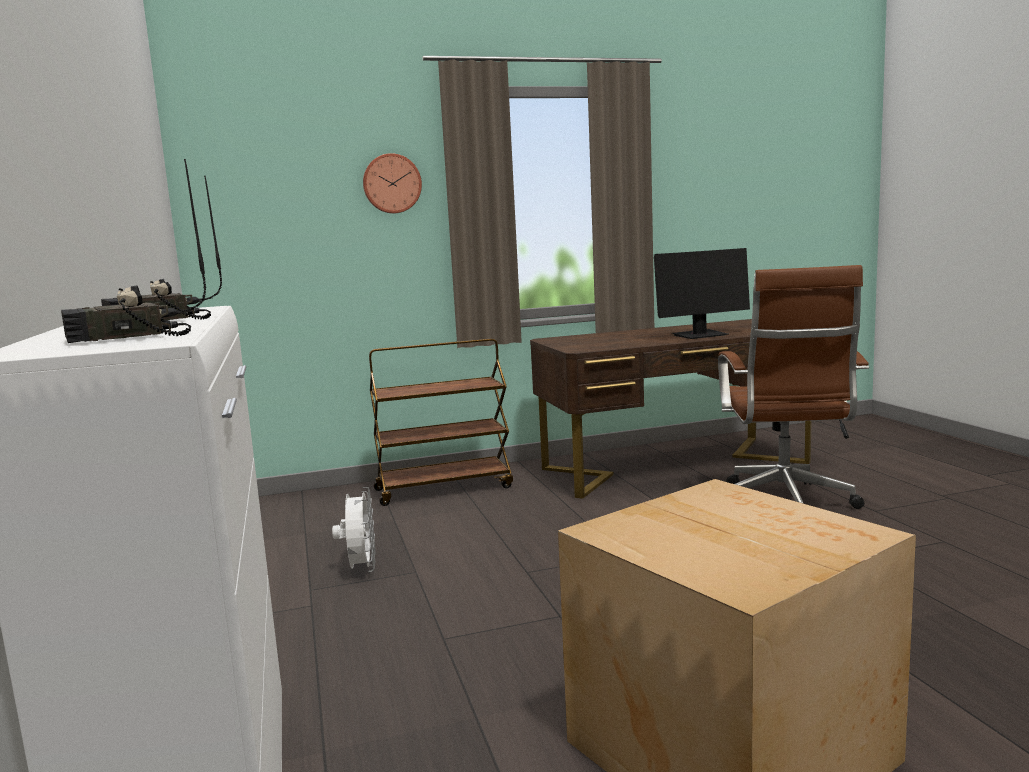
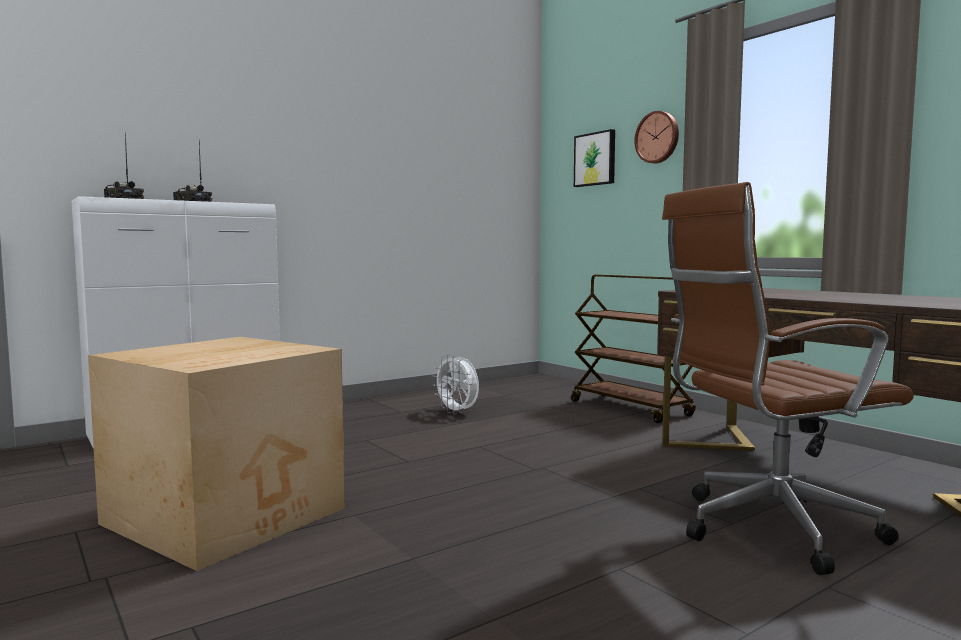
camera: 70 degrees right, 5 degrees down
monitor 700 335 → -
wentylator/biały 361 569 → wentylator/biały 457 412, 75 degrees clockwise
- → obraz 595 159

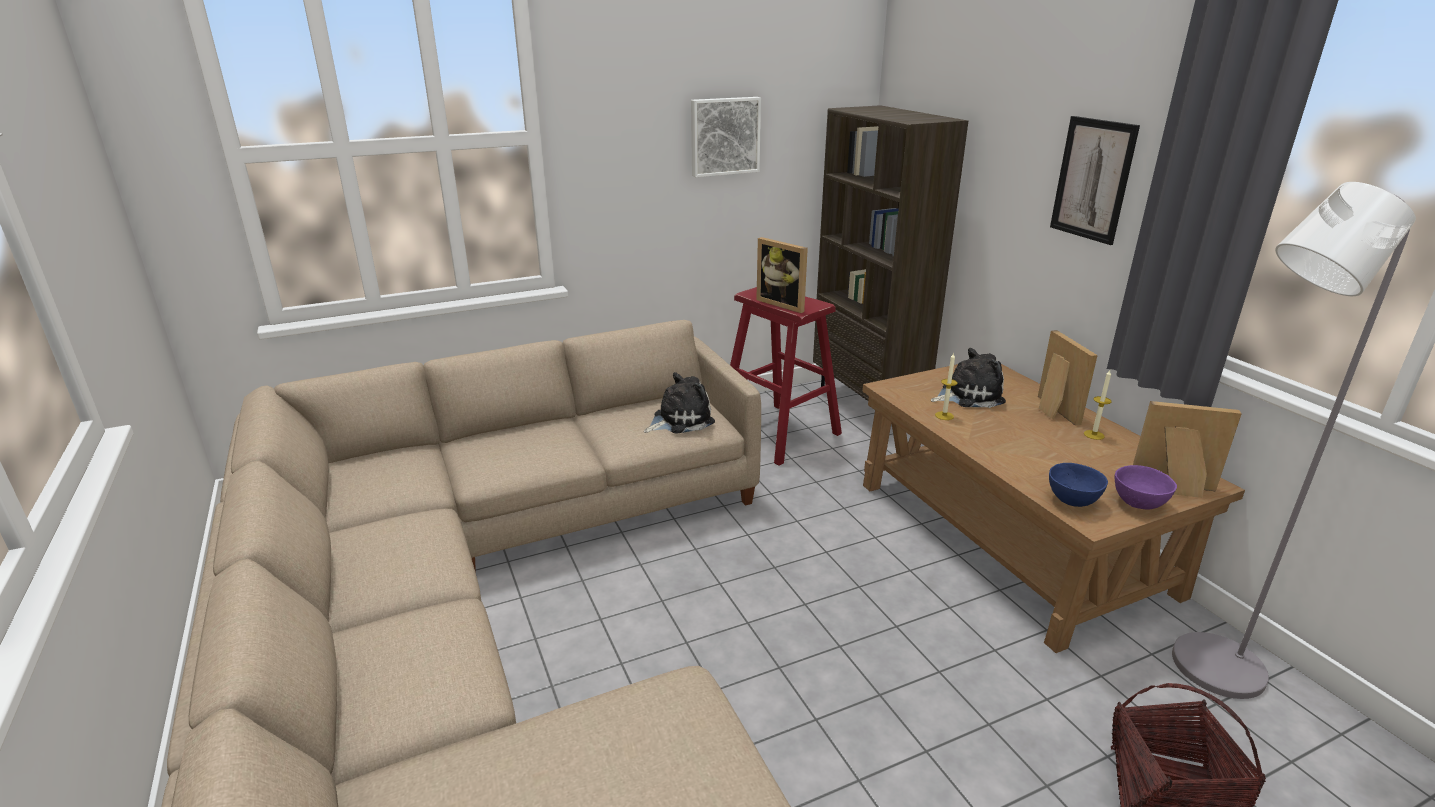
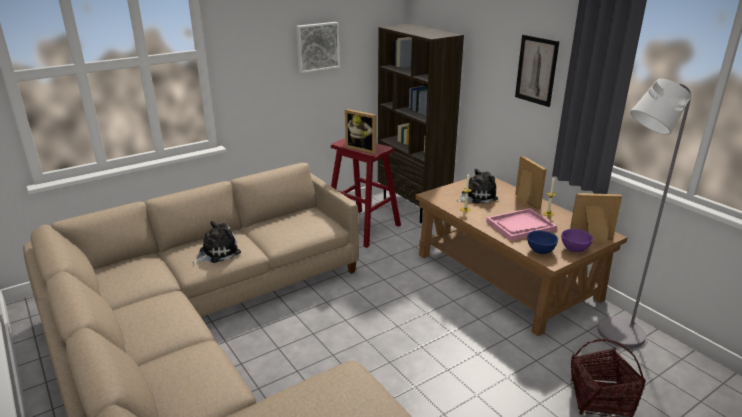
camera: 10 degrees left, 0 degrees up
pluszak 680 420 → pluszak 217 252, shifted
- → taca/różowy 520 226

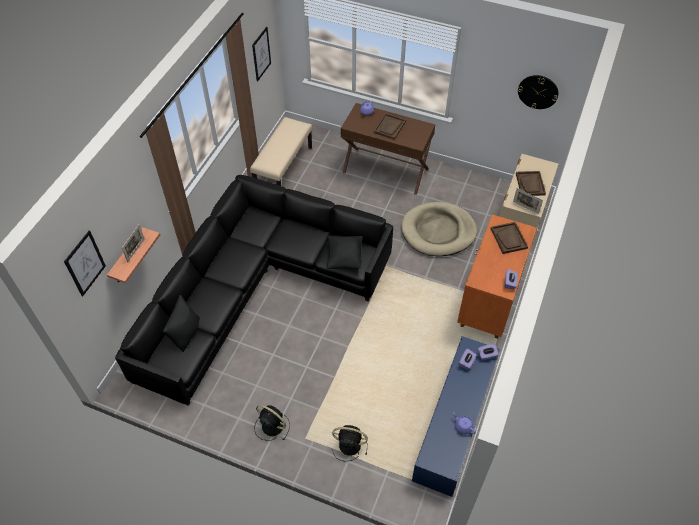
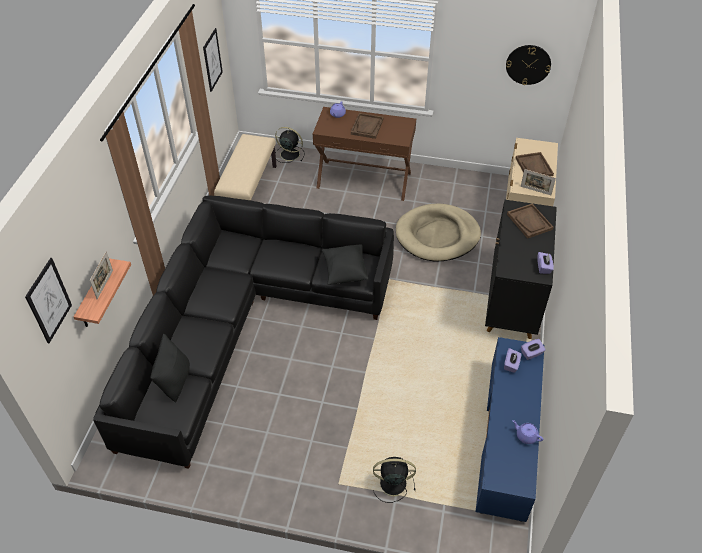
camera: 10 degrees left, 5 degrees down
szafka/pomarańczowy 488 303 → szafka/czarny 512 303
wentylator/czarny 271 425 → wentylator/czarny 289 154, shifted

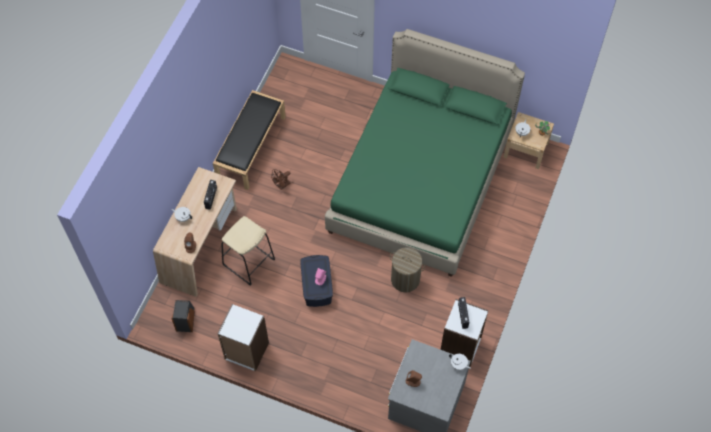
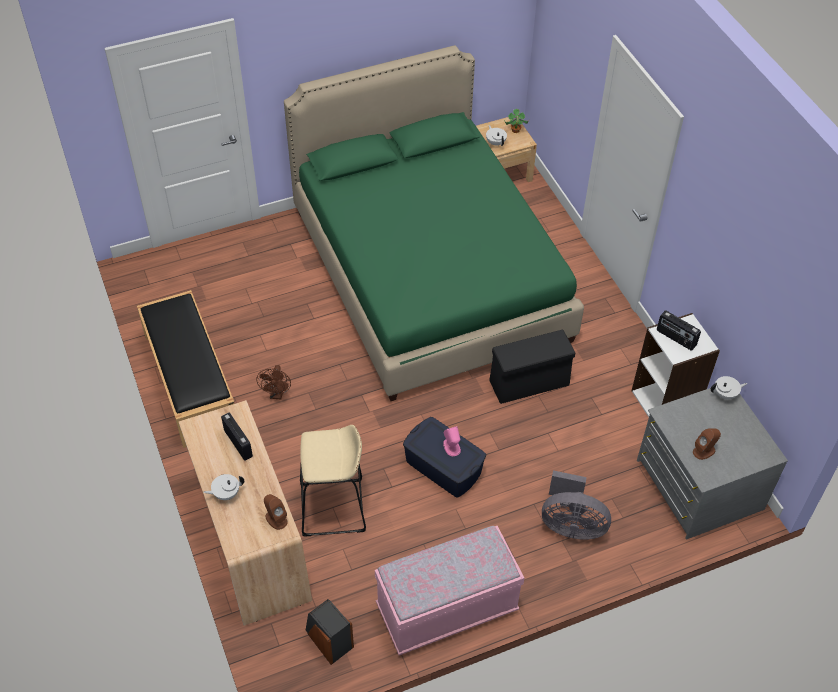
camera: 45 degrees left, 10 degrees down
kosz na pranie 405 279 → pojemnik do przechowywania/czarny 530 382
regał/biały 246 351 → ławka/różowy 447 609
- → wentylator/szary 571 525

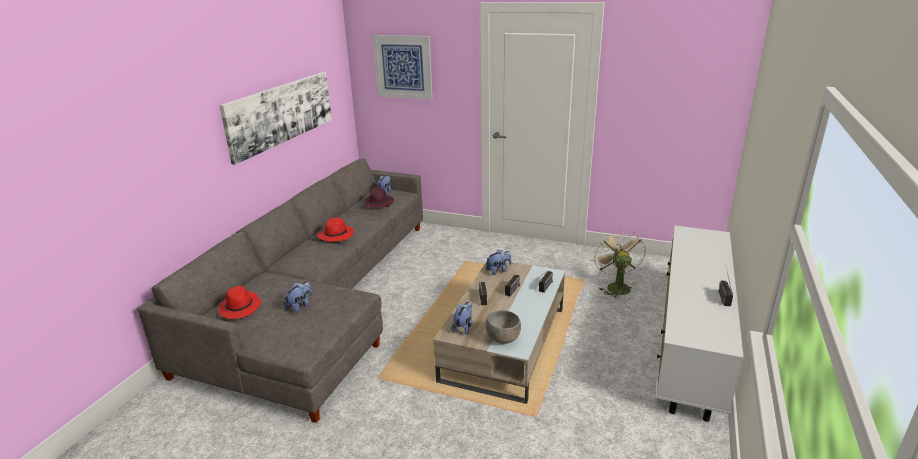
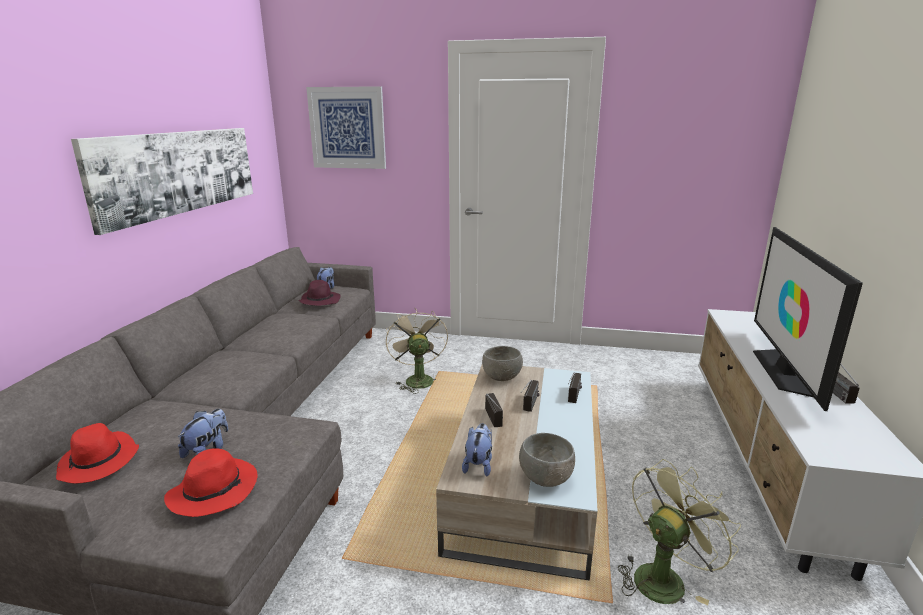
camera: 10 degrees left, 5 degrees down
kapelusz/czerwony 336 235 → kapelusz/czerwony 214 490, shifted
wentylator/beżowy 615 286 → wentylator/beżowy 417 379, shifted
pluszak 498 270 → miska/szary 502 377
- → telewizor 784 371
- → wentylator/zielony 664 577

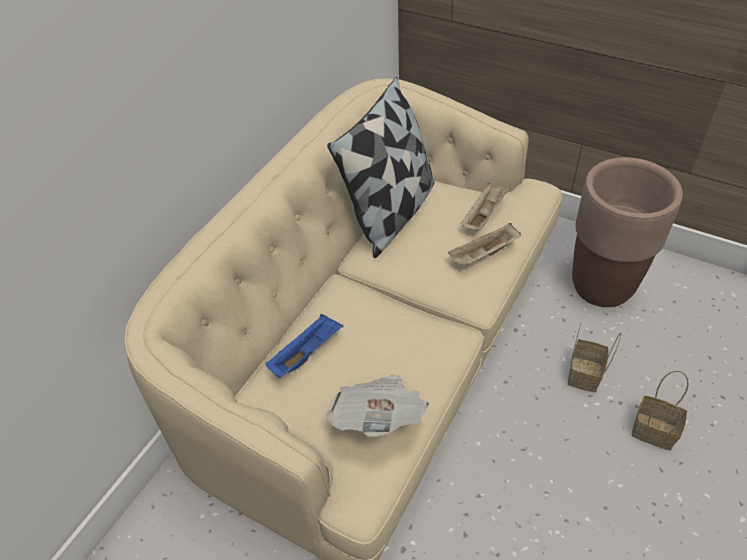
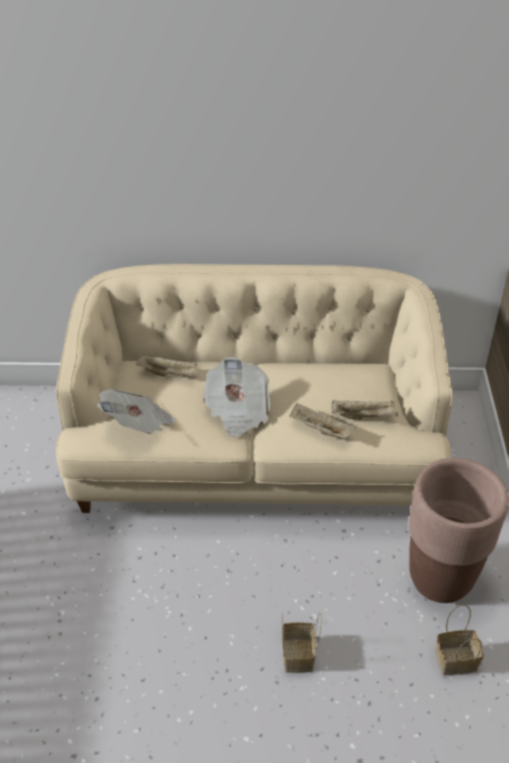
camera: 60 degrees right, 5 degrees down
poduszka 391 213 → -
taca/niebieski 306 353 → taca/beżowy 169 374
koszyk 585 375 → koszyk 454 661, shifted
- → gazeta 237 411

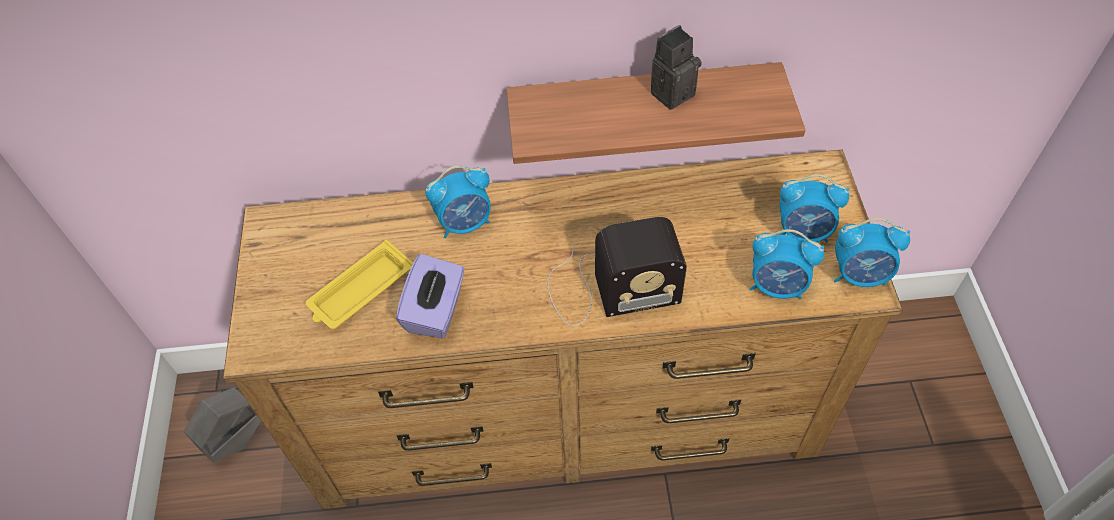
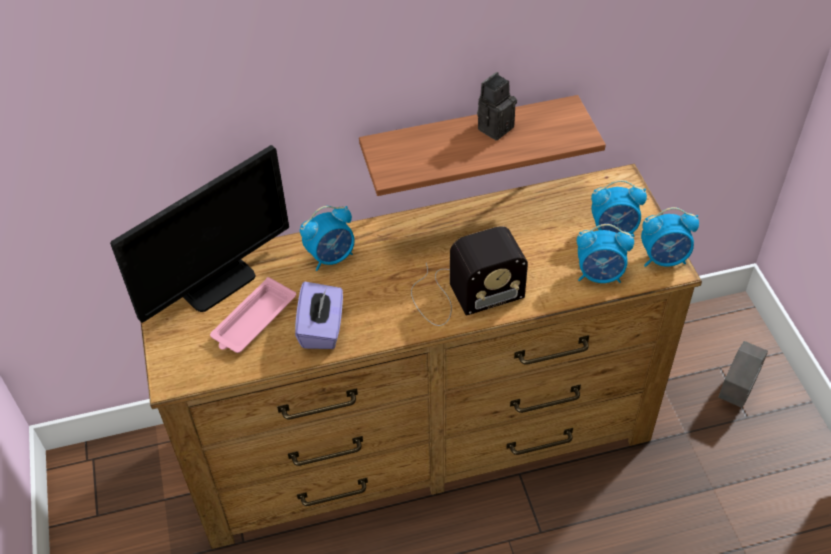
camera: 10 degrees left, 5 degrees down
taca/żółty 360 290 → taca/różowy 253 321
donica/szary 236 440 → donica/szary 736 392, shifted
- → monitor 216 282

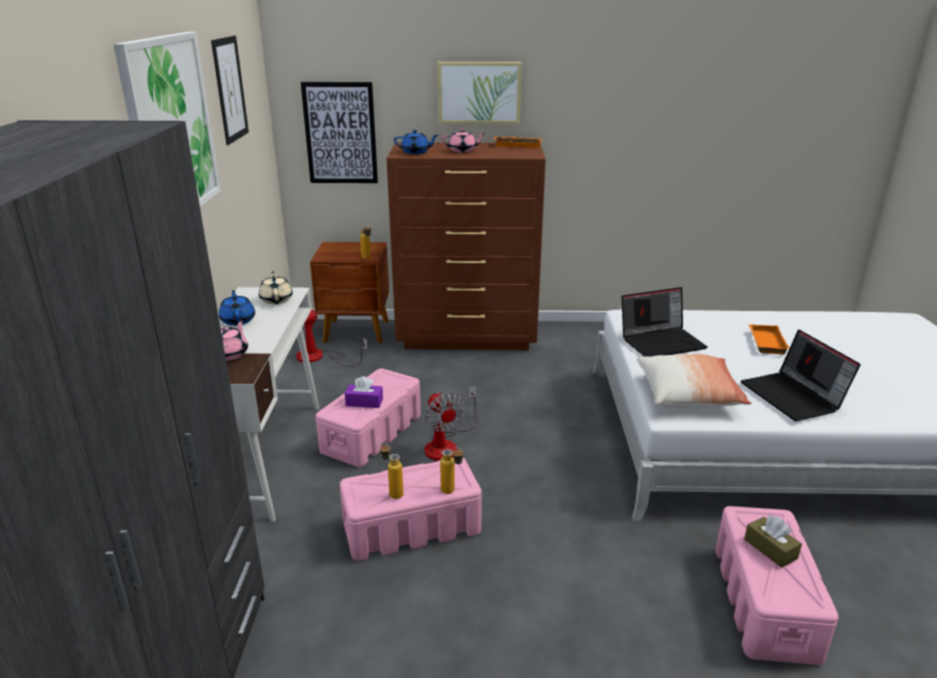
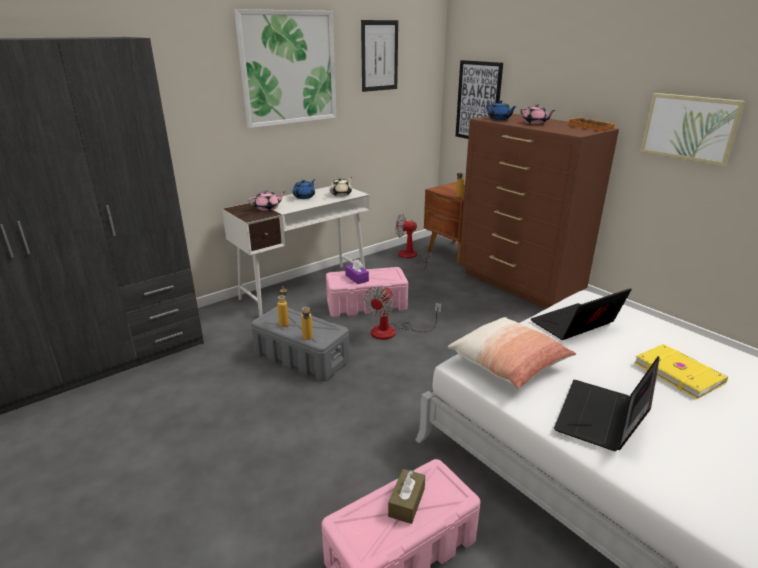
camera: 50 degrees right, 0 degrees up
obraz 479 92 → obraz 689 128, shifted
laptop 662 342 → laptop 575 326, 120 degrees clockwise
taca/pomarańczowy 765 342 → książka/żółty 678 372
pojemnik do przechowywania/różowy 410 528 → pojemnik do przechowywania/szary 301 357

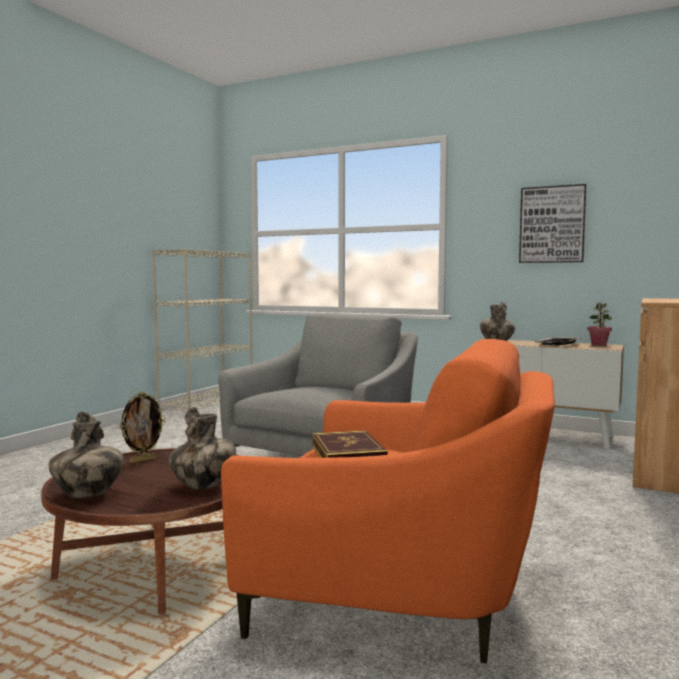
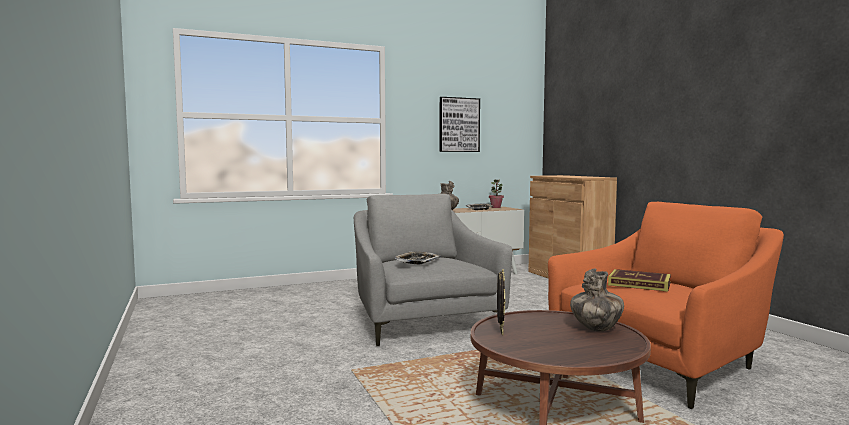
camera: 50 degrees left, 0 degrees up
regał/beżowy 208 405 → -
wazon 87 495 → -
- → taca 417 261

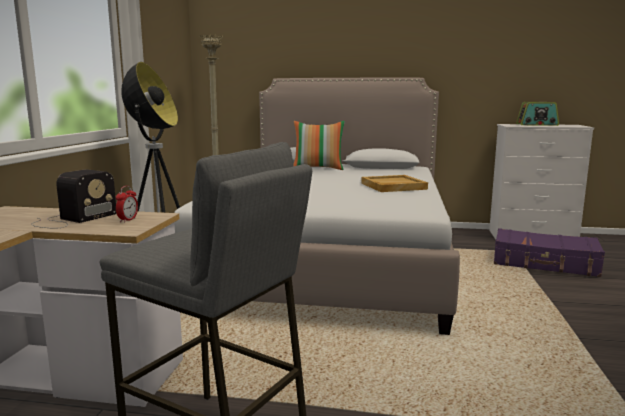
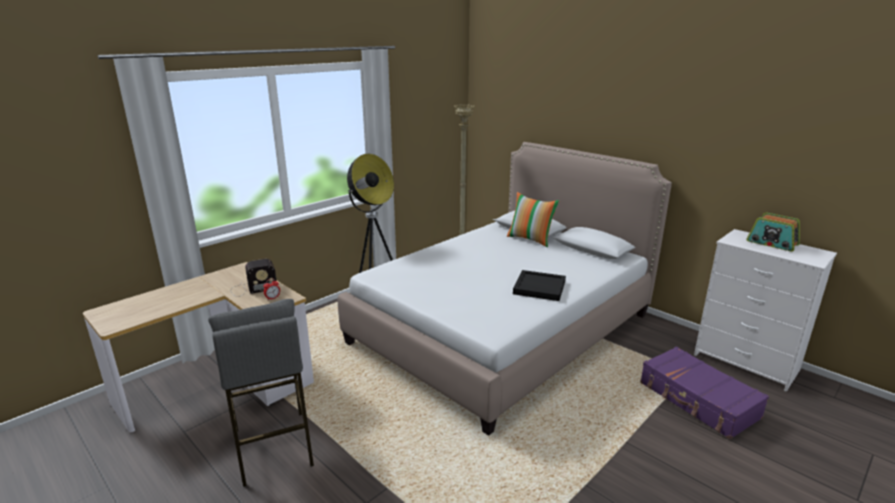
camera: 35 degrees right, 10 degrees up
taca/beżowy 393 186 → taca/czarny 539 287

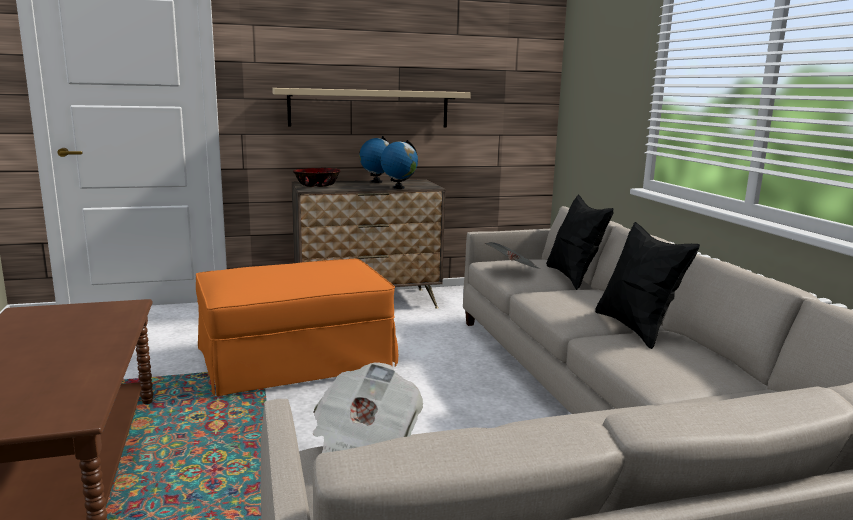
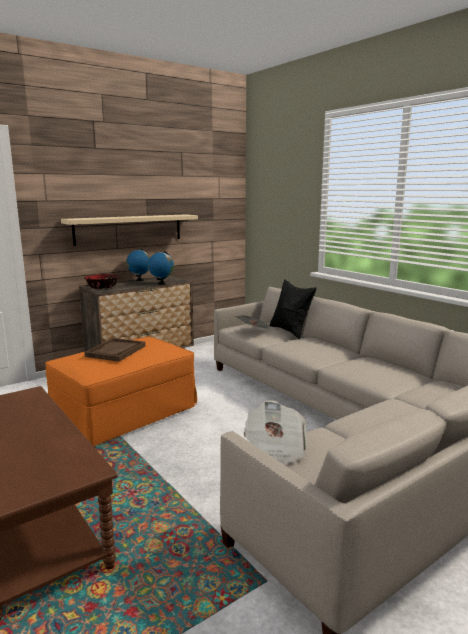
camera: 20 degrees left, 0 degrees up
poduszka/czarny 636 329 → -
- → taca/brązowy 116 351

